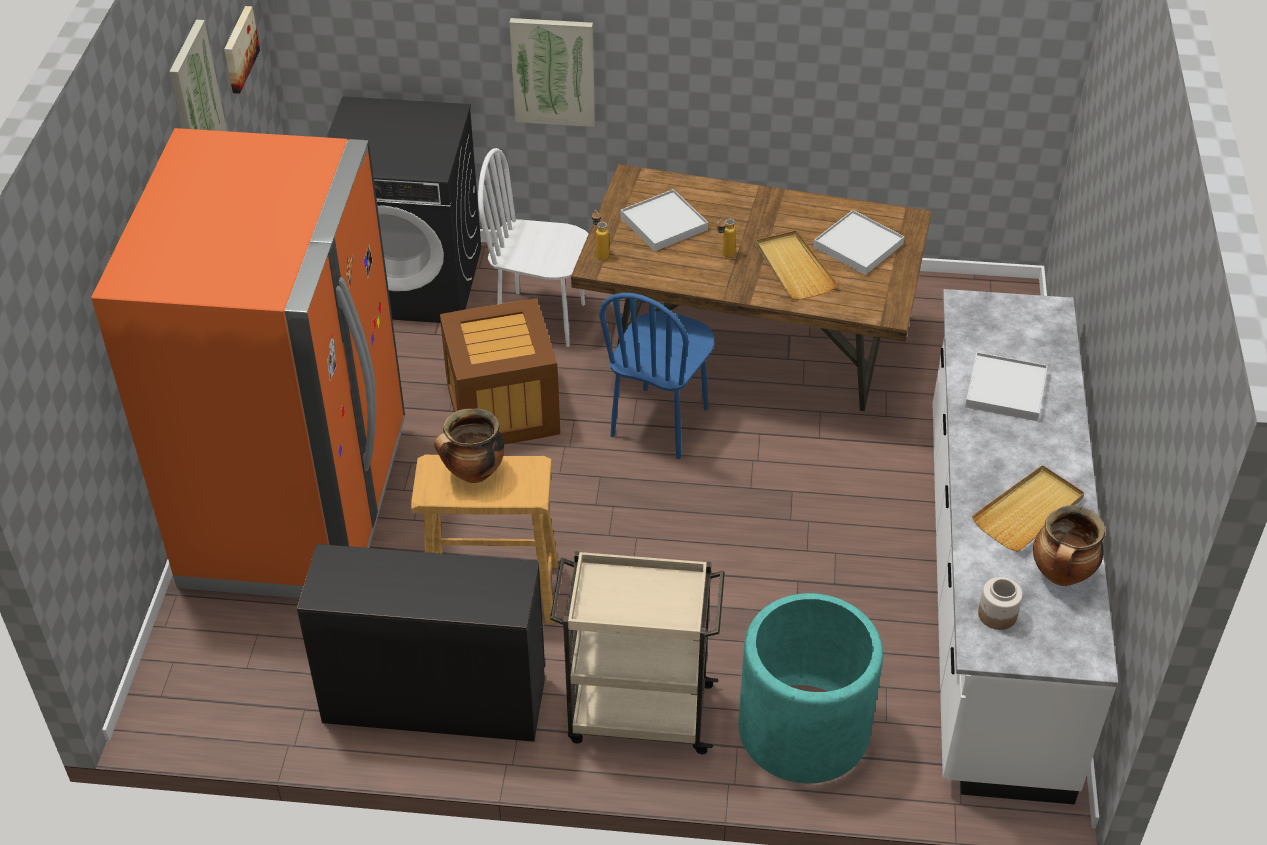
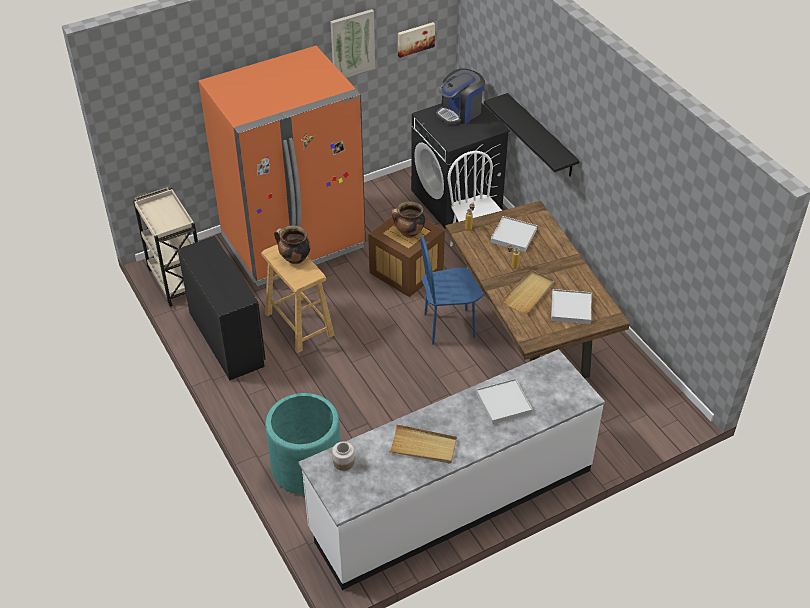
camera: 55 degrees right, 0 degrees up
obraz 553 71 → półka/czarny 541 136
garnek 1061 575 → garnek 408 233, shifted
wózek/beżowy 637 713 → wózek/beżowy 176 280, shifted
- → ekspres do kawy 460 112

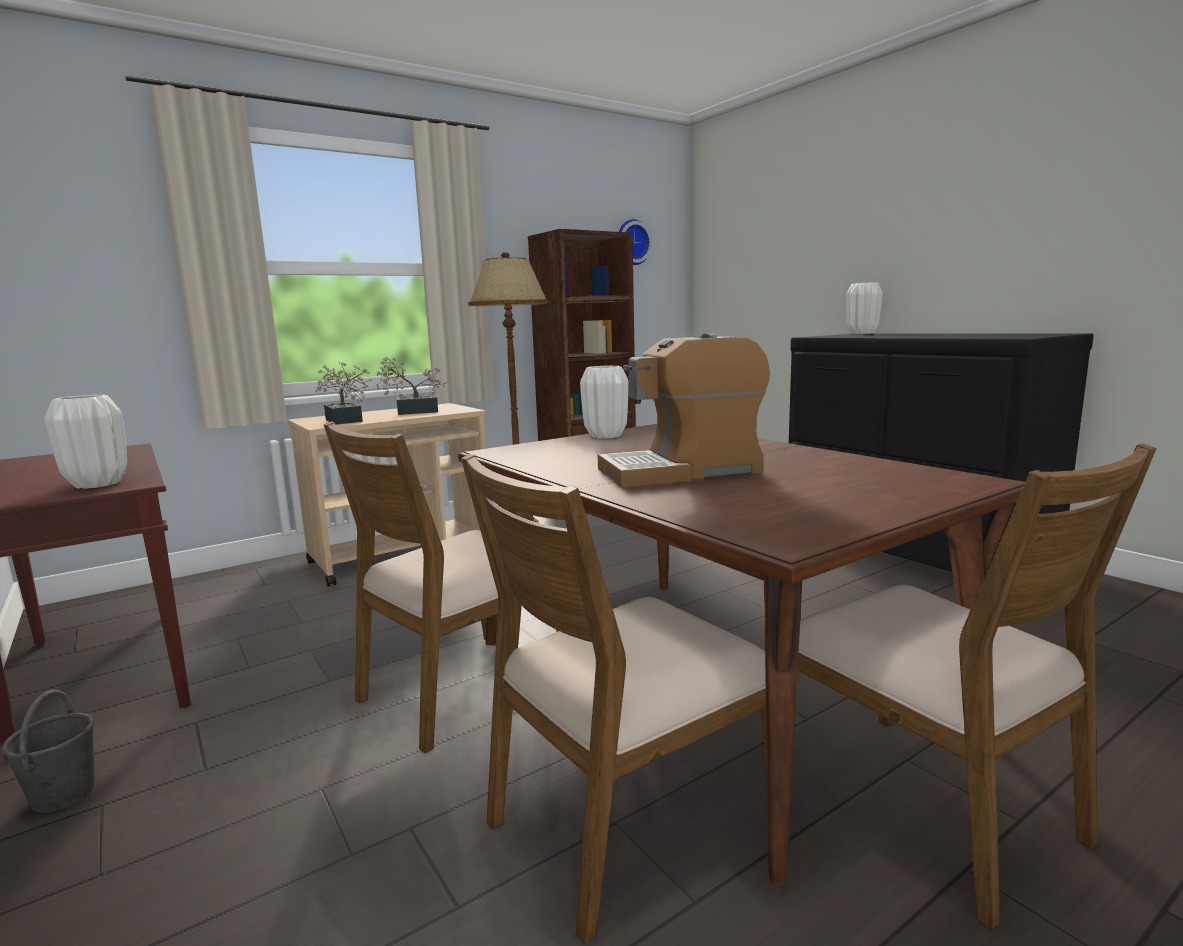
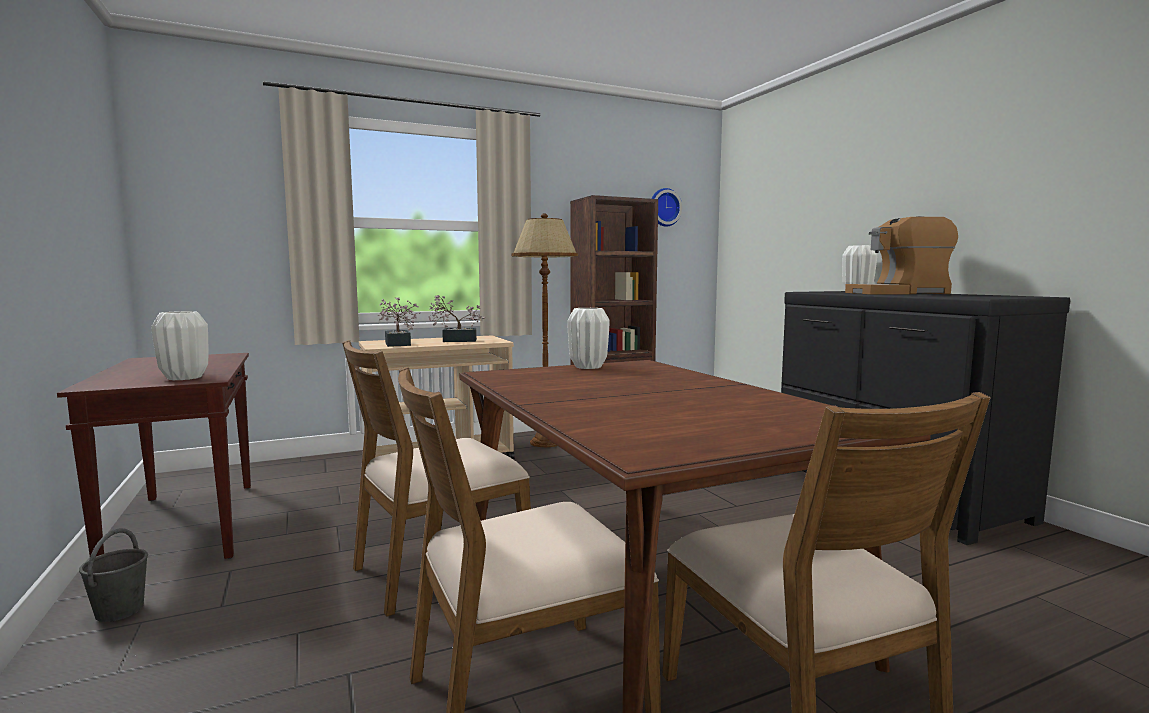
camera: 10 degrees right, 5 degrees down
ekspres do kawy 682 471 → ekspres do kawy 898 293, shifted

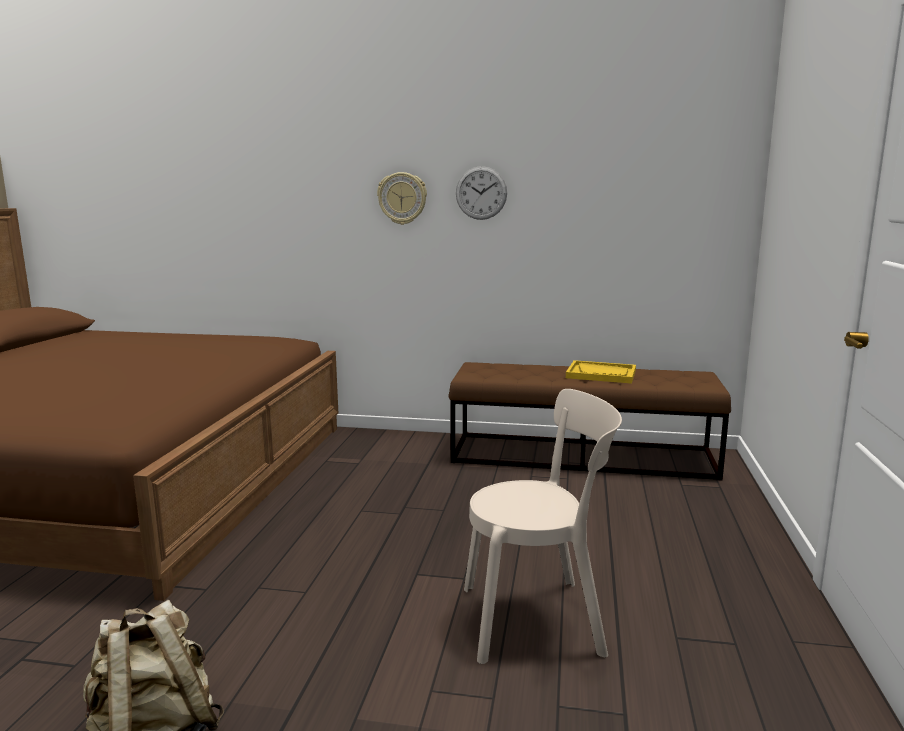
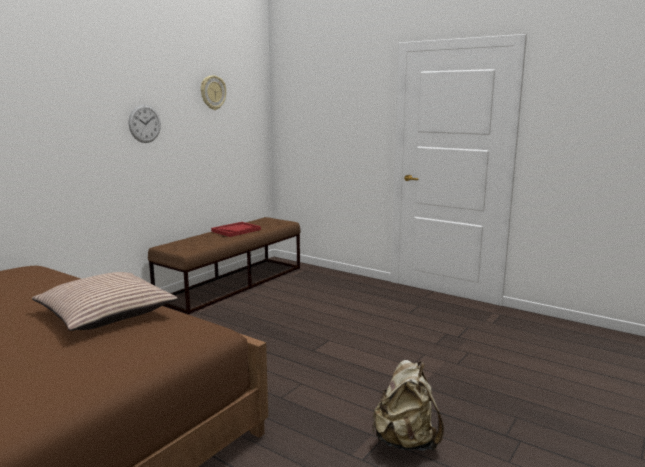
camera: 65 degrees left, 0 degrees up
zegar ścienny 402 198 → zegar ścienny 212 92, shifted
taca/żółty 601 374 → taca/czerwony 236 230
krzesło/beżowy 539 619 → -
- → poduszka 106 314

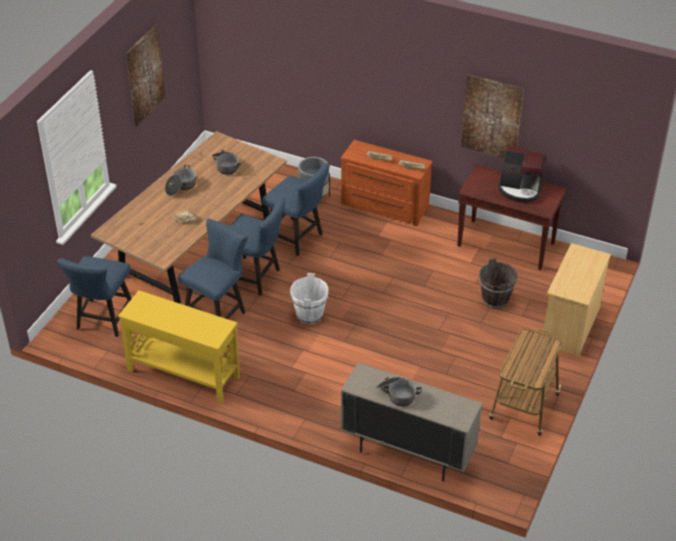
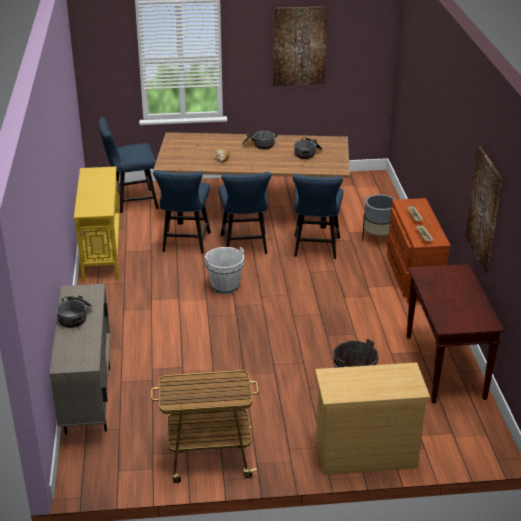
camera: 60 degrees right, 10 degrees down
ekspres do kawy 520 189 → -
krzesło/niebieski 218 313 → krzesło/niebieski 185 244, 90 degrees clockwise

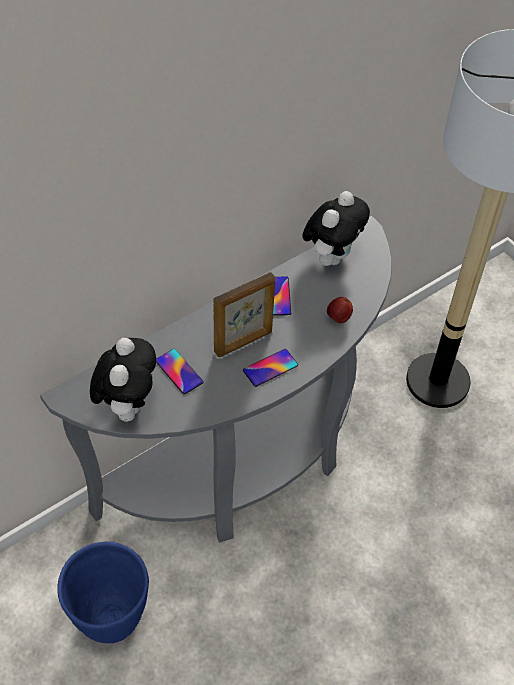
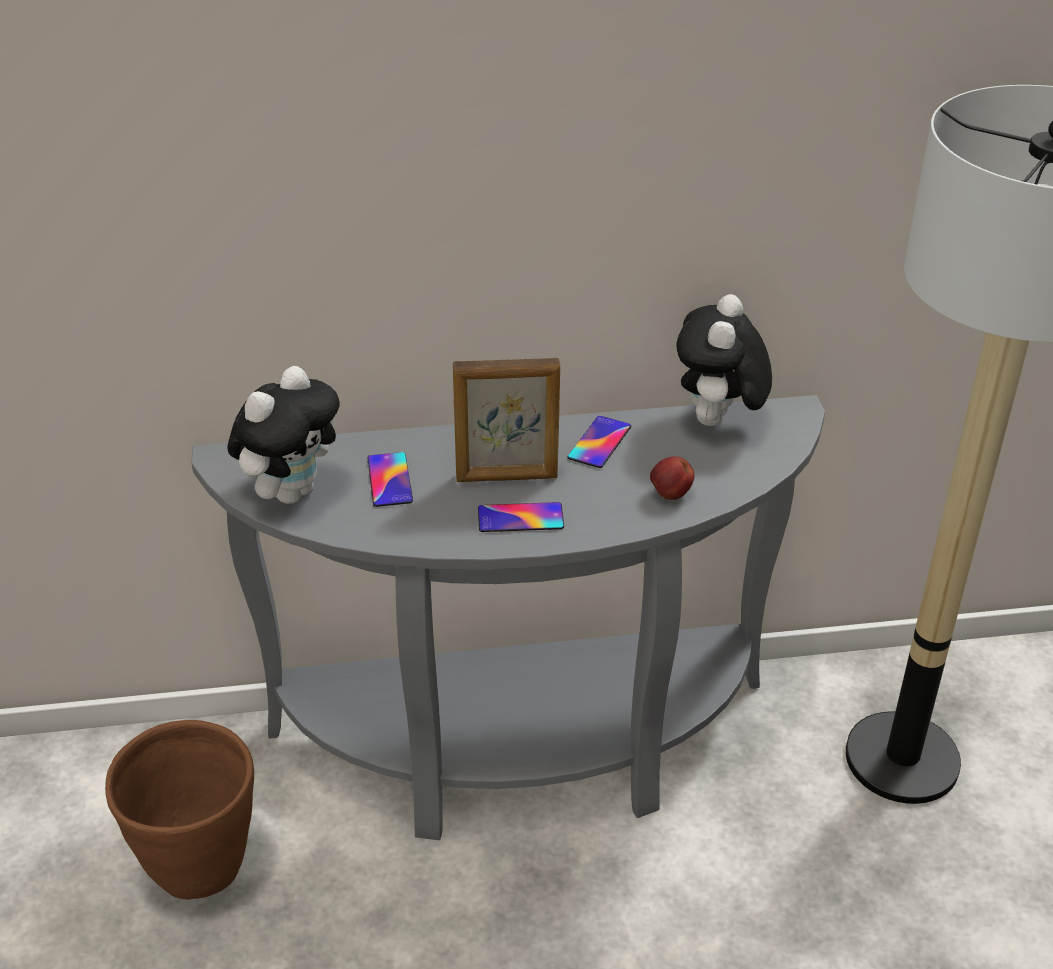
camera: 30 degrees right, 15 degrees down
pluszak 332 256 → pluszak 717 422, 135 degrees clockwise
donica/niebieski 112 618 → donica/brązowy 202 868

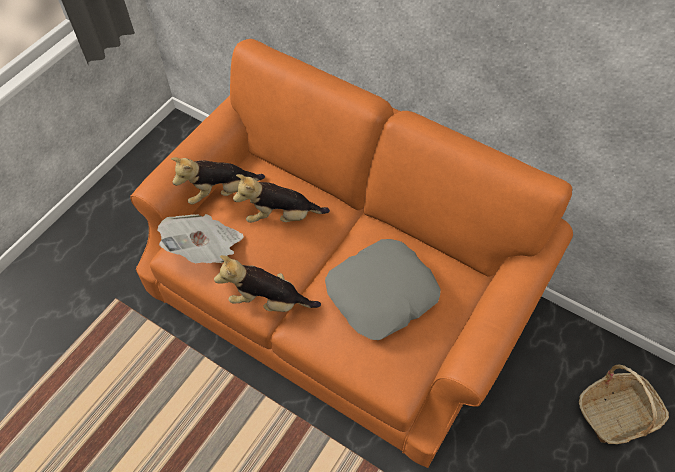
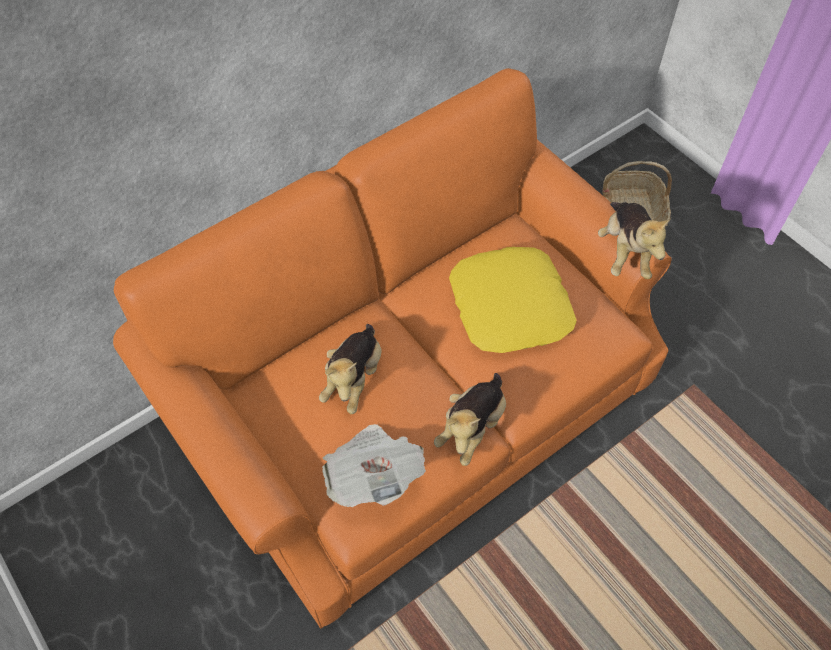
camera: 70 degrees left, 0 degrees up
pluszak 220 192 → pluszak 625 252, shifted
poduszka/szary 382 294 → poduszka/żółty 511 306

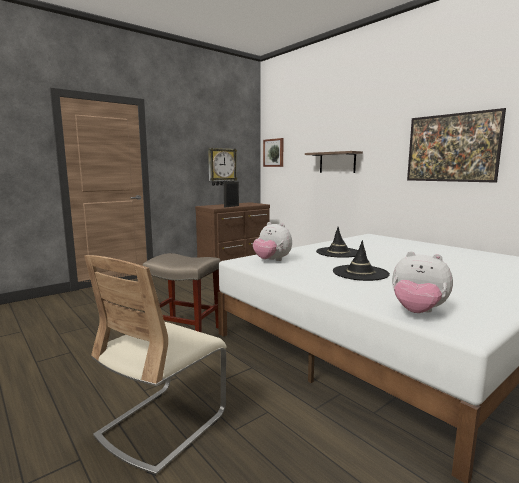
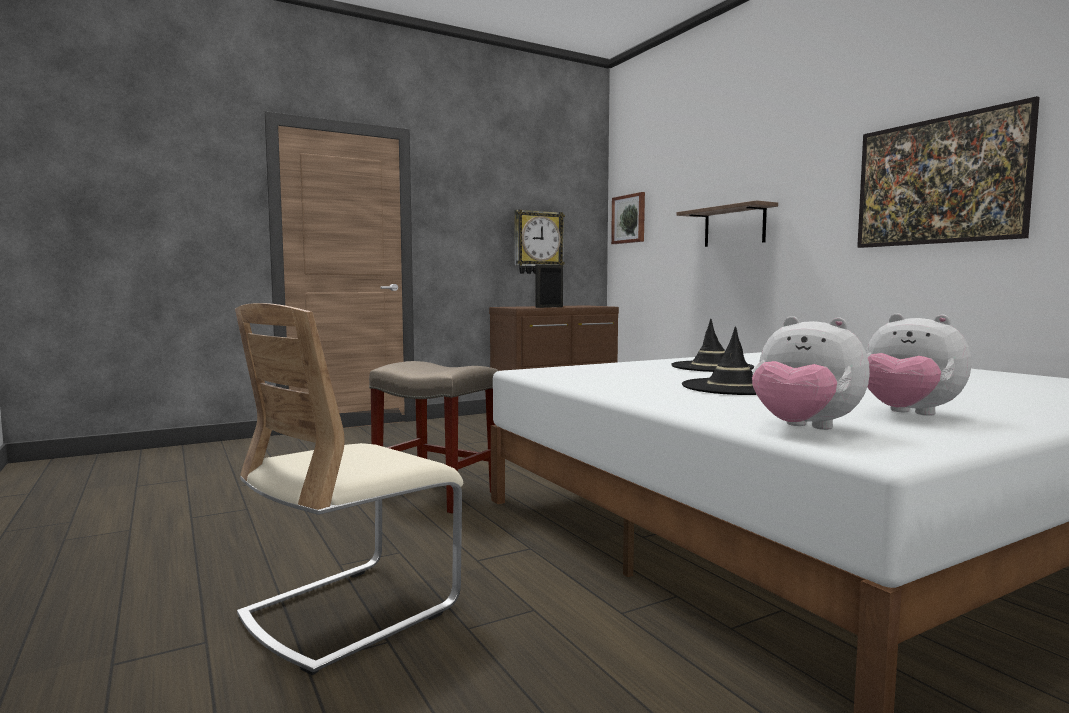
camera: 10 degrees right, 5 degrees down
pluszak 272 260 → pluszak 907 414, shifted

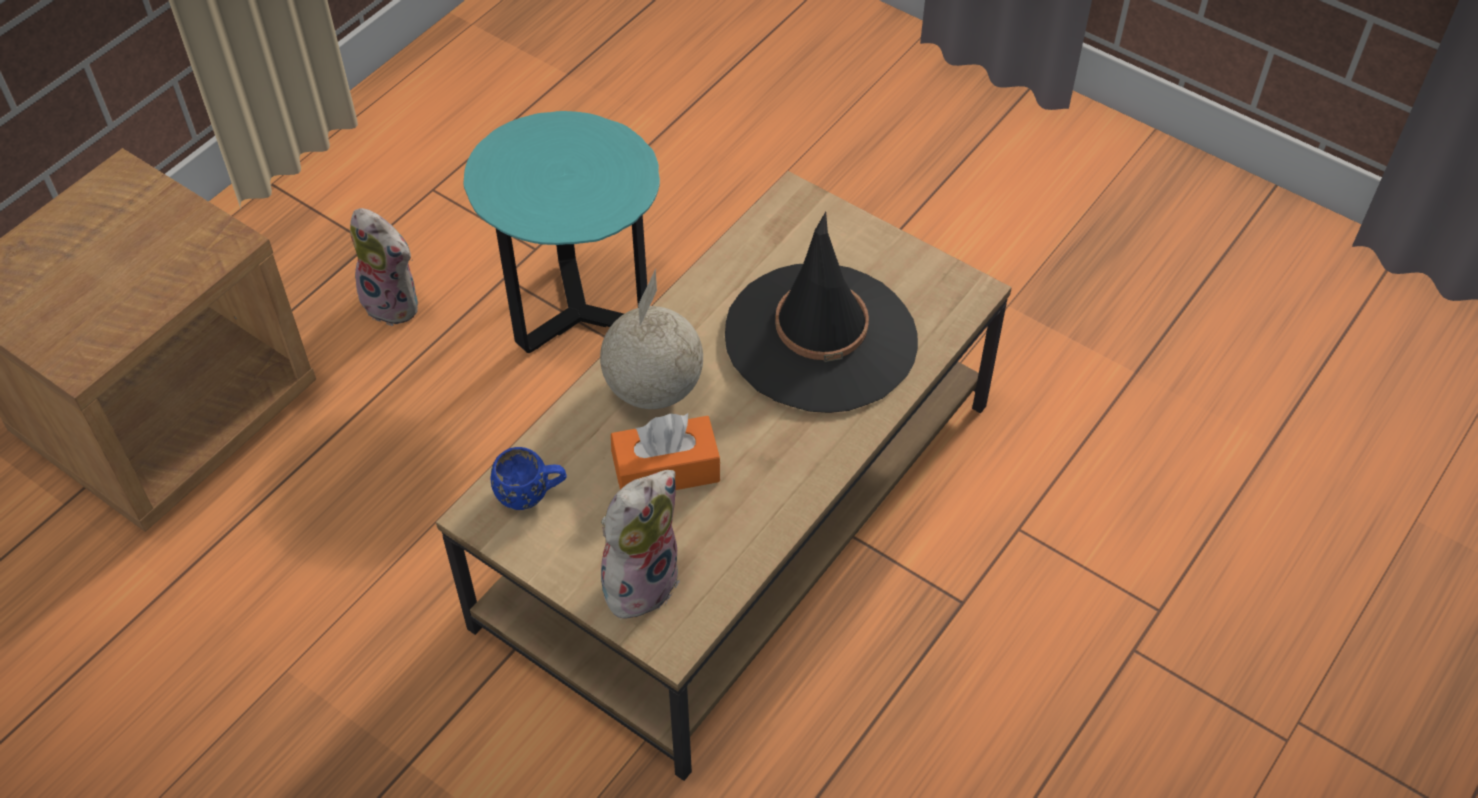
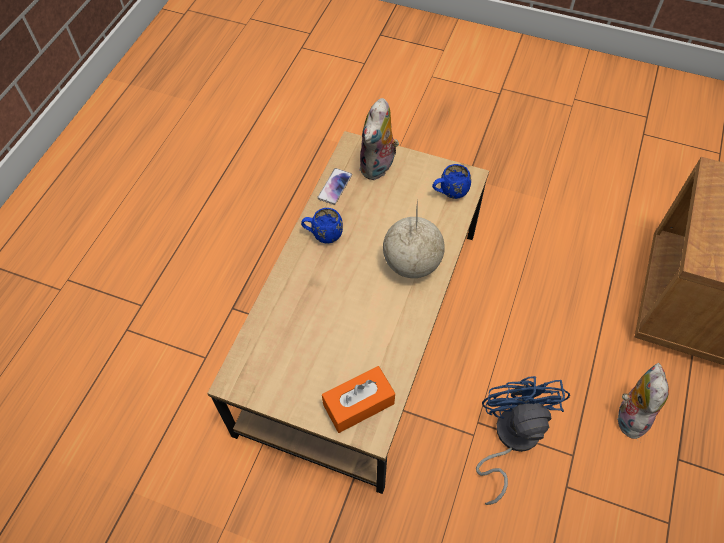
camera: 165 degrees right, 5 degrees up
stolik/turkusowy 578 314 → wentylator/niebieski 510 438
pluszak 395 302 → pluszak 629 415, 90 degrees clockwise
kapelusz/czarny 821 338 → -
pudełko chusteczek/pomarańczowy 666 470 → pudełko chusteczek/pomarańczowy 358 404, shifted
- → telefon 334 187
- → kubek/niebieski 322 235

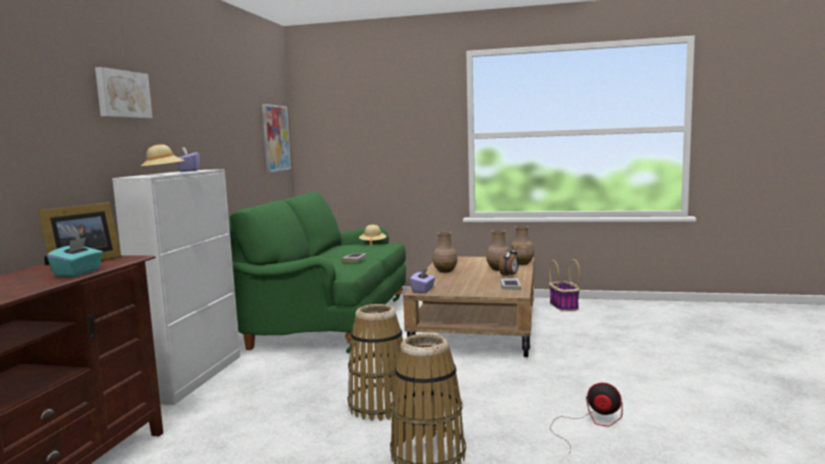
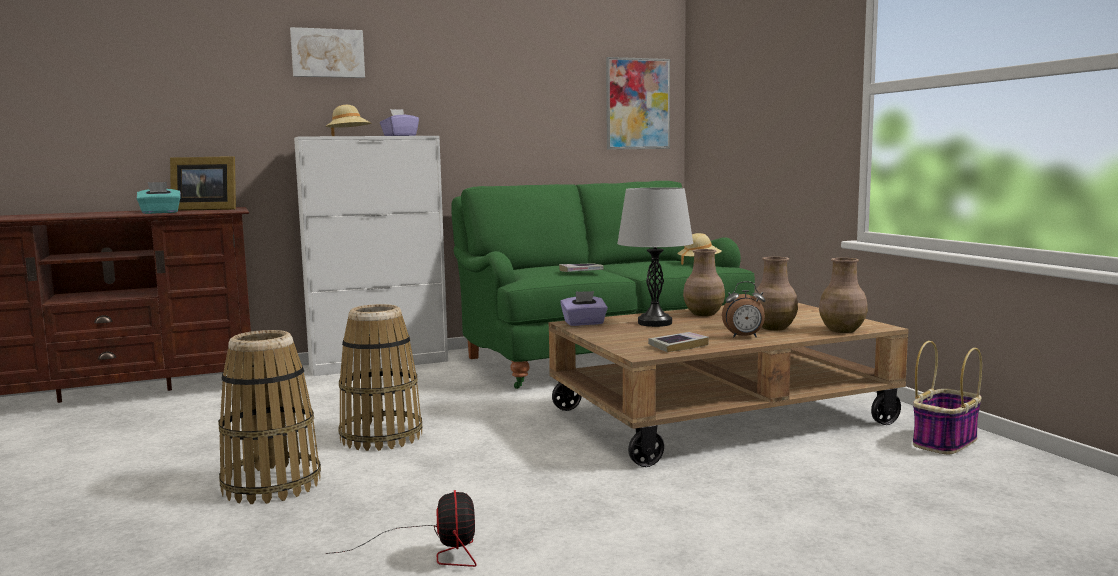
camera: 55 degrees right, 0 degrees up
- → lampa stołowa/szary 654 323

